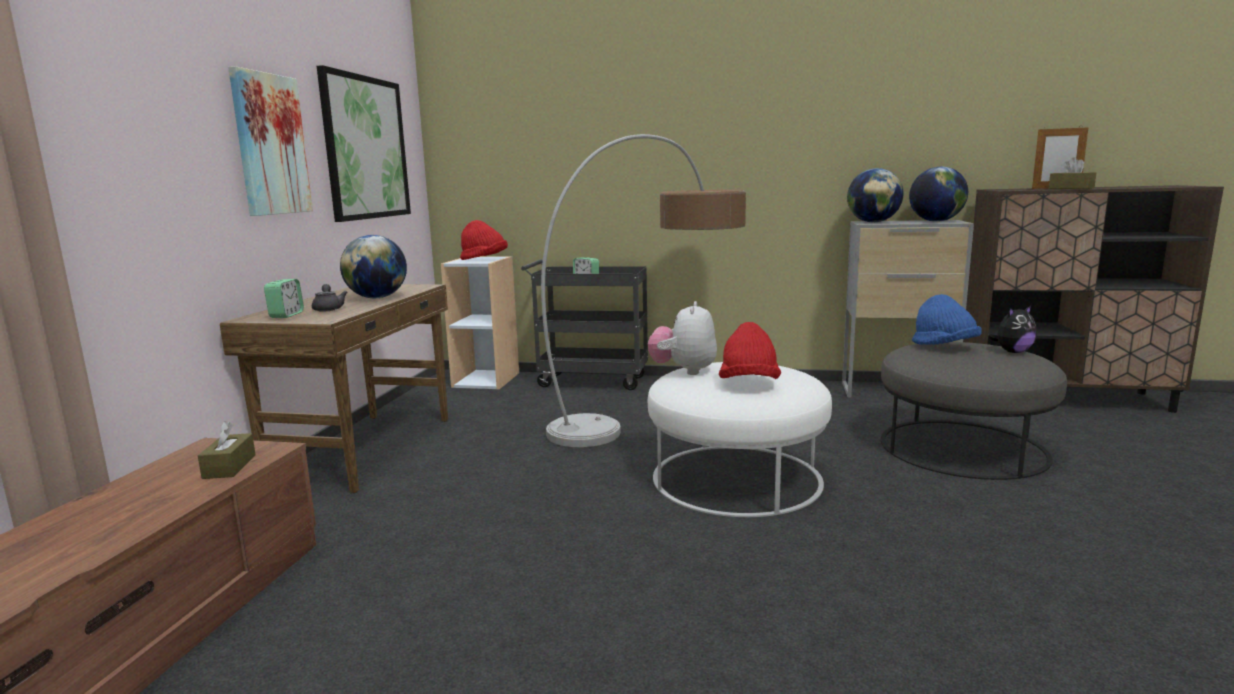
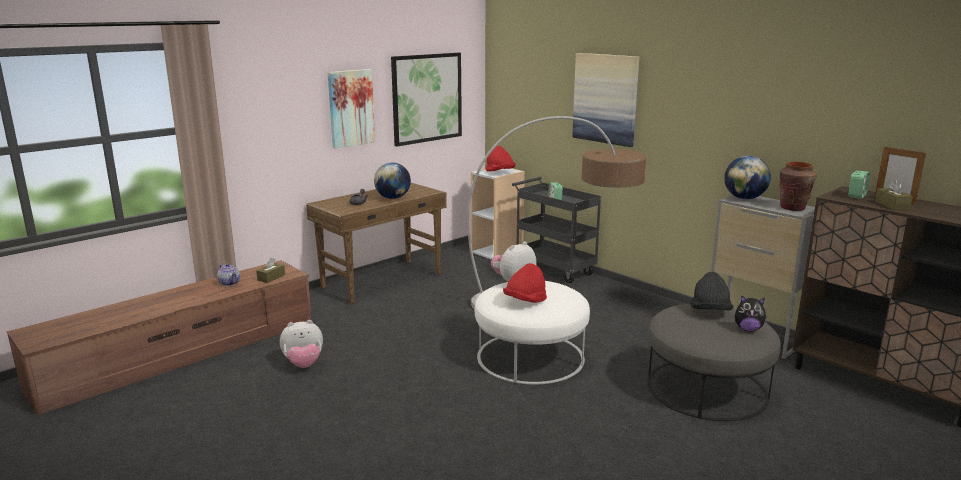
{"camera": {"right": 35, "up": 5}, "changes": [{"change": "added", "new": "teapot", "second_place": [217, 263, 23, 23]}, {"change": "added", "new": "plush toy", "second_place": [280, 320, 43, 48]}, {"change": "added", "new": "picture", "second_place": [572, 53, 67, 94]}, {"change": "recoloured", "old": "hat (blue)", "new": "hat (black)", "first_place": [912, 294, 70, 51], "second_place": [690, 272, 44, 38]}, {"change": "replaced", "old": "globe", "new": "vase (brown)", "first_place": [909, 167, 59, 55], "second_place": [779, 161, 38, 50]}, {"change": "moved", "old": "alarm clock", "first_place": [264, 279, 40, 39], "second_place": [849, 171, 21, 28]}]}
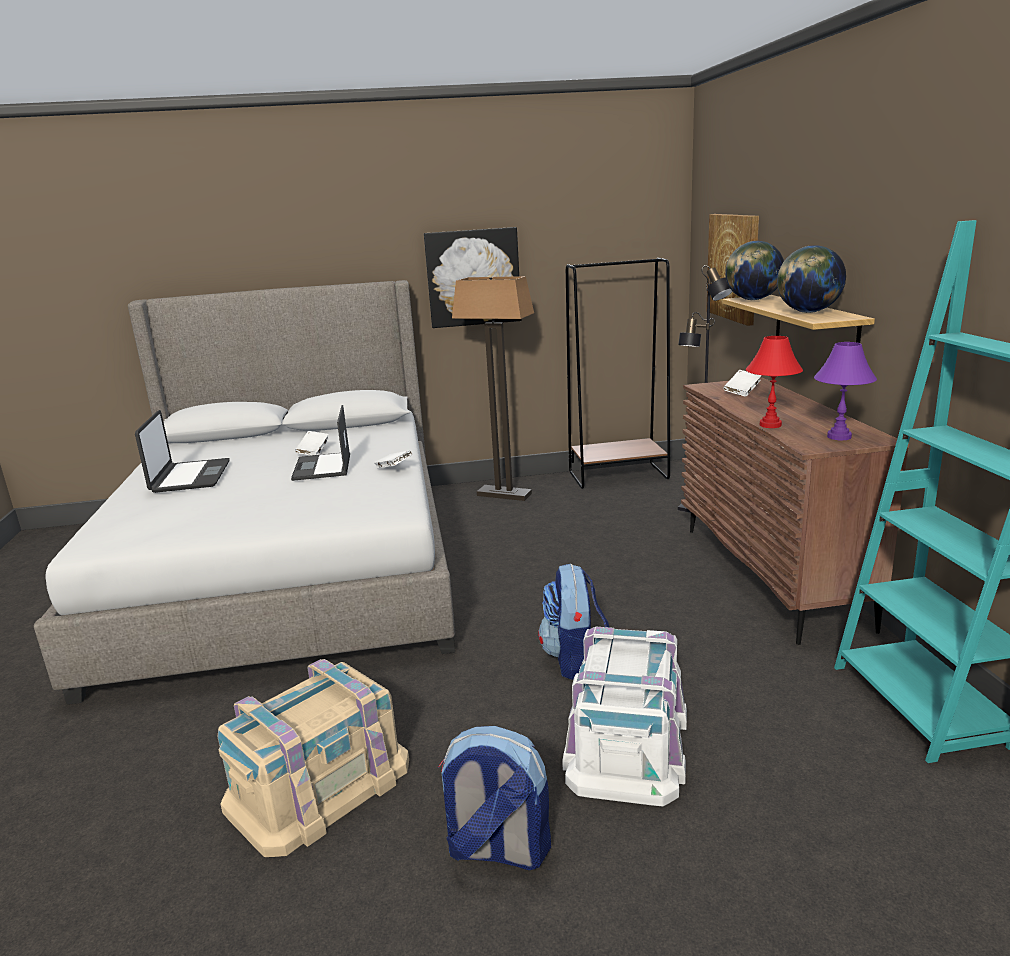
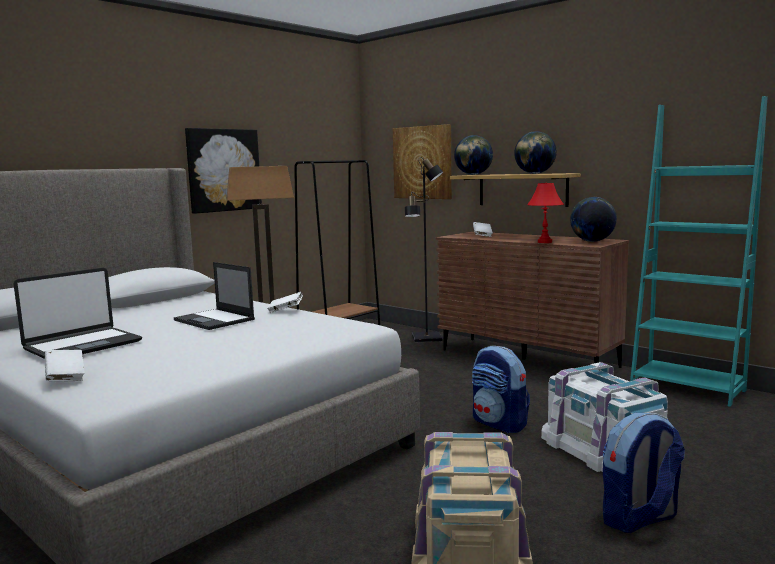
{"camera": {"right": -40, "up": -10}, "changes": [{"change": "turned", "old": "laptop", "first_place": [135, 410, 95, 83], "second_place": [14, 268, 128, 91], "degrees": 90}, {"change": "moved", "old": "book (white)", "first_place": [295, 431, 34, 25], "second_place": [45, 350, 40, 31]}, {"change": "replaced", "old": "table lamp (purple)", "new": "globe", "first_place": [814, 342, 63, 98], "second_place": [570, 197, 47, 45]}]}
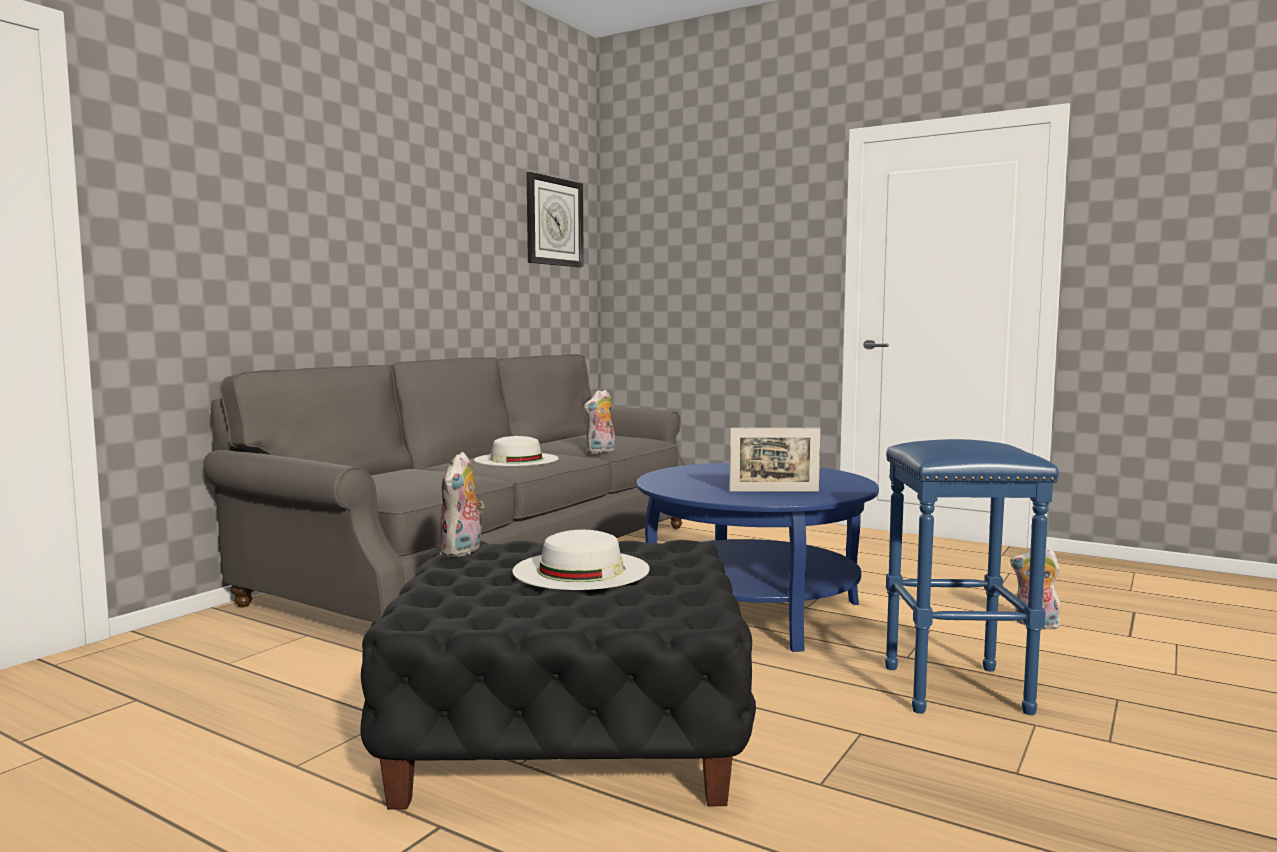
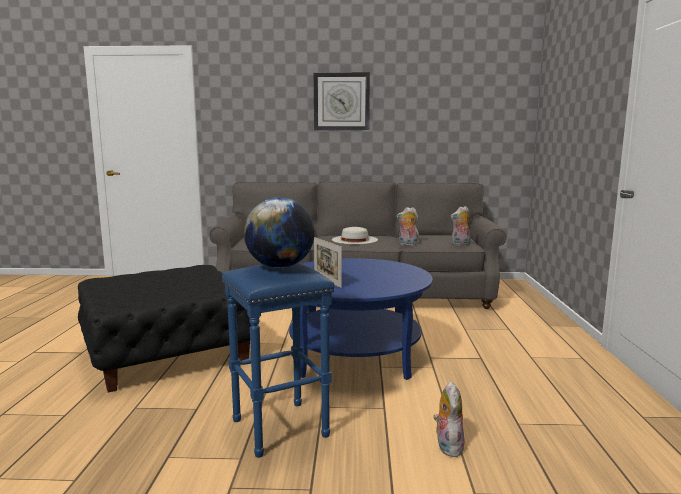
{"camera": {"right": 60, "up": 5}, "changes": [{"change": "added", "new": "globe", "second_place": [244, 197, 71, 71]}, {"change": "moved", "old": "wall clock", "first_place": [527, 172, 57, 95], "second_place": [314, 72, 56, 58]}, {"change": "moved", "old": "plush toy", "first_place": [440, 452, 45, 105], "second_place": [451, 206, 19, 40]}, {"change": "removed", "old": "hat (white)", "first_place": [513, 530, 137, 60]}]}
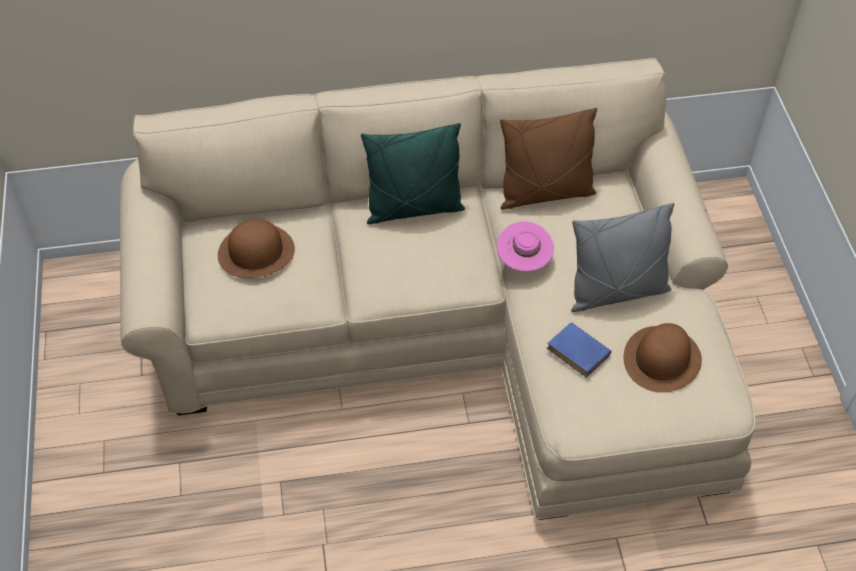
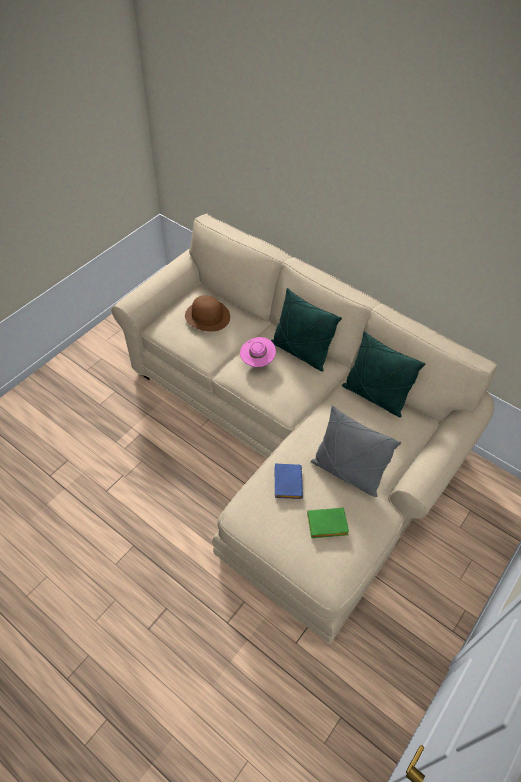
{"camera": {"right": 45, "up": 0}, "changes": [{"change": "moved", "old": "hat (pink)", "first_place": [497, 222, 57, 49], "second_place": [240, 337, 36, 30]}, {"change": "replaced", "old": "hat (brown)", "new": "book (green)", "first_place": [623, 323, 79, 70], "second_place": [307, 508, 42, 30]}, {"change": "recoloured", "old": "pillow (brown)", "new": "pillow (green)", "first_place": [500, 108, 97, 101], "second_place": [342, 331, 84, 87]}]}
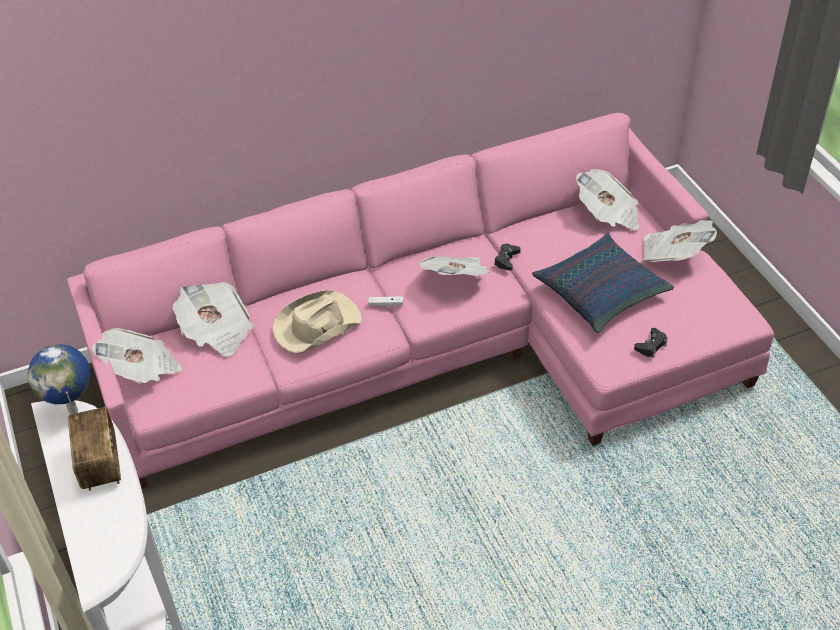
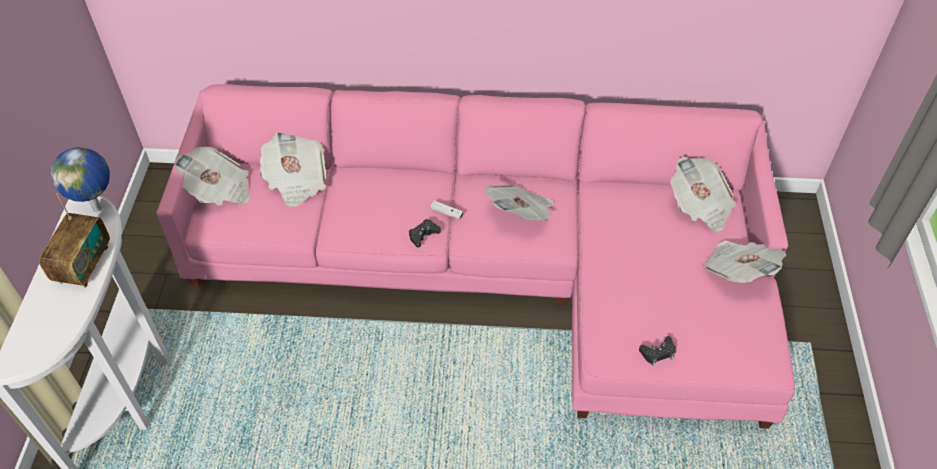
{"camera": {"right": 25, "up": 5}, "changes": [{"change": "moved", "old": "game controller (black)", "first_place": [494, 244, 27, 27], "second_place": [409, 219, 32, 28]}, {"change": "removed", "old": "hat (beige)", "first_place": [273, 290, 89, 63]}, {"change": "removed", "old": "pillow (blue)", "first_place": [532, 234, 142, 99]}]}
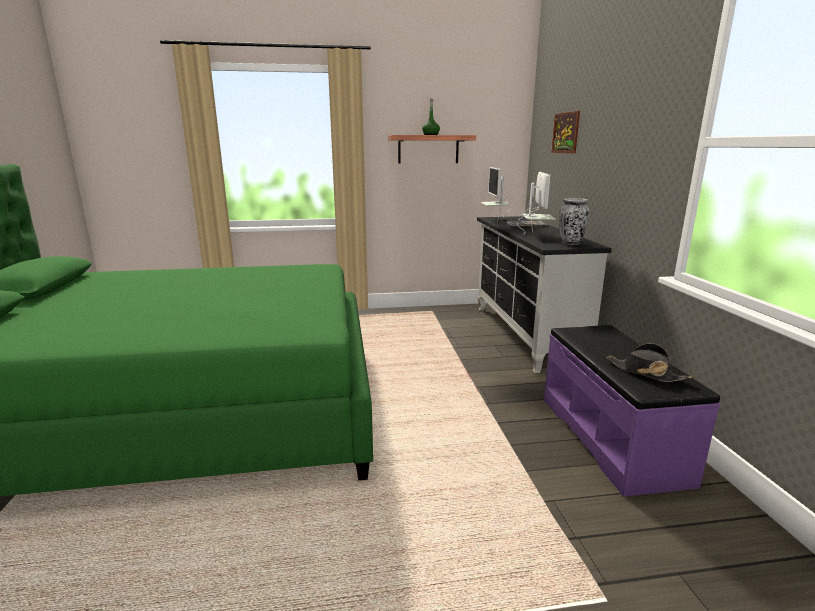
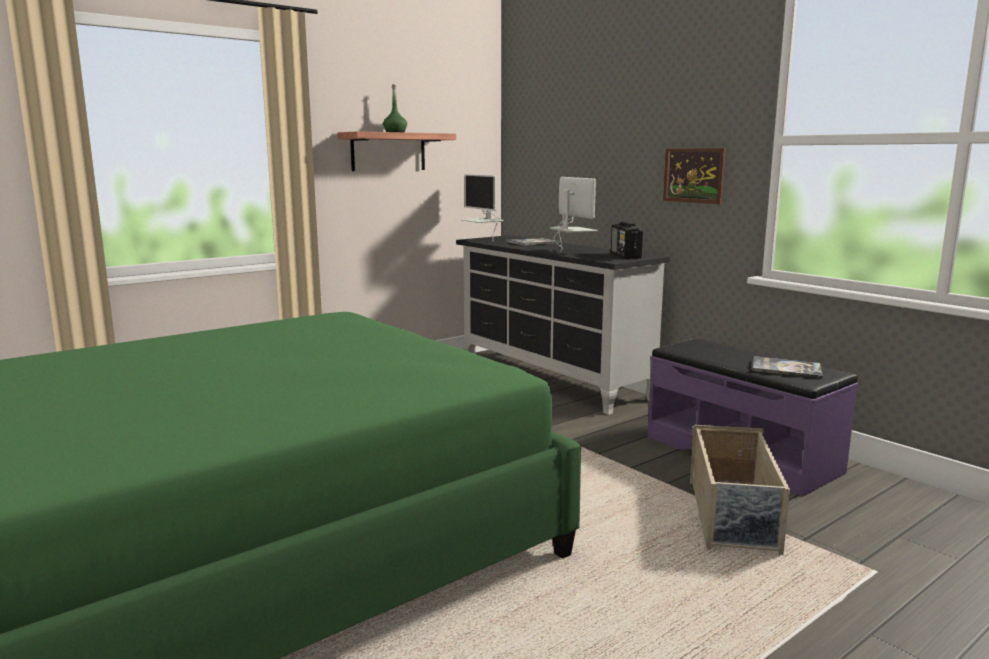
{"camera": {"right": -30, "up": -5}, "changes": [{"change": "replaced", "old": "vase", "new": "radio", "first_place": [559, 198, 31, 47], "second_place": [611, 221, 32, 38]}, {"change": "moved", "old": "picture", "first_place": [551, 111, 29, 42], "second_place": [663, 148, 63, 56]}, {"change": "added", "new": "storage box (beige)", "second_place": [690, 425, 100, 130]}, {"change": "replaced", "old": "hat (black)", "new": "book", "first_place": [607, 343, 85, 39], "second_place": [753, 356, 70, 23]}]}
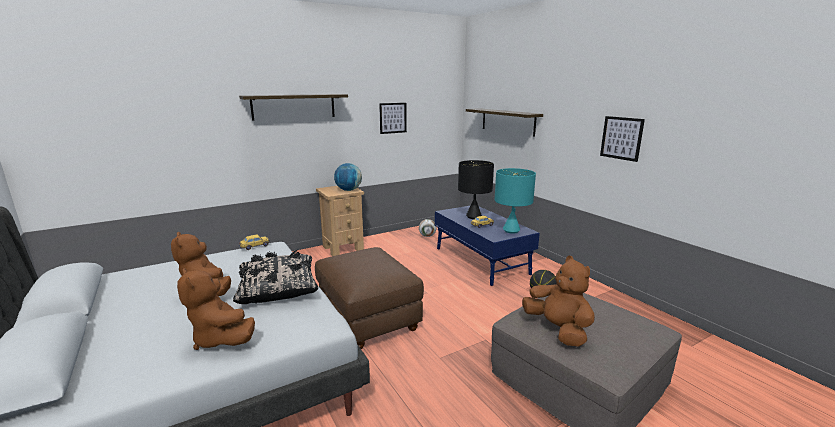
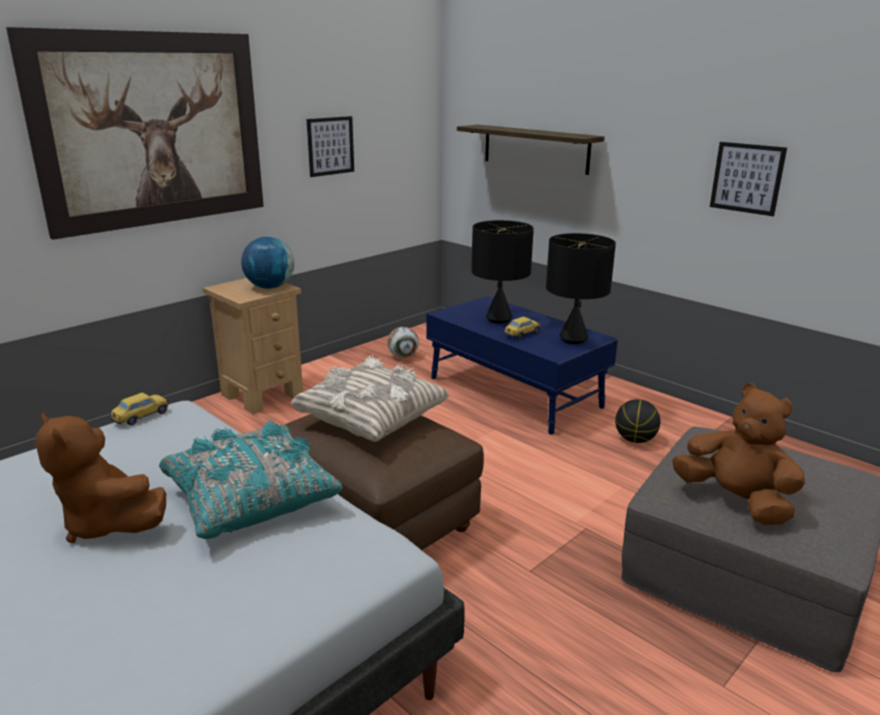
{"camera": {"right": -15, "up": 5}, "changes": [{"change": "replaced", "old": "shelf", "new": "picture", "first_place": [239, 94, 109, 27], "second_place": [6, 27, 258, 213]}, {"change": "recoloured", "old": "pillow (black)", "new": "pillow (turquoise)", "first_place": [233, 250, 85, 54], "second_place": [159, 419, 183, 120]}, {"change": "added", "new": "pillow (beige)", "second_place": [291, 355, 158, 87]}, {"change": "recoloured", "old": "table lamp (turquoise)", "new": "table lamp (black)", "first_place": [495, 168, 41, 66], "second_place": [546, 233, 70, 111]}, {"change": "removed", "old": "plush toy (brown)", "first_place": [177, 268, 78, 82]}]}
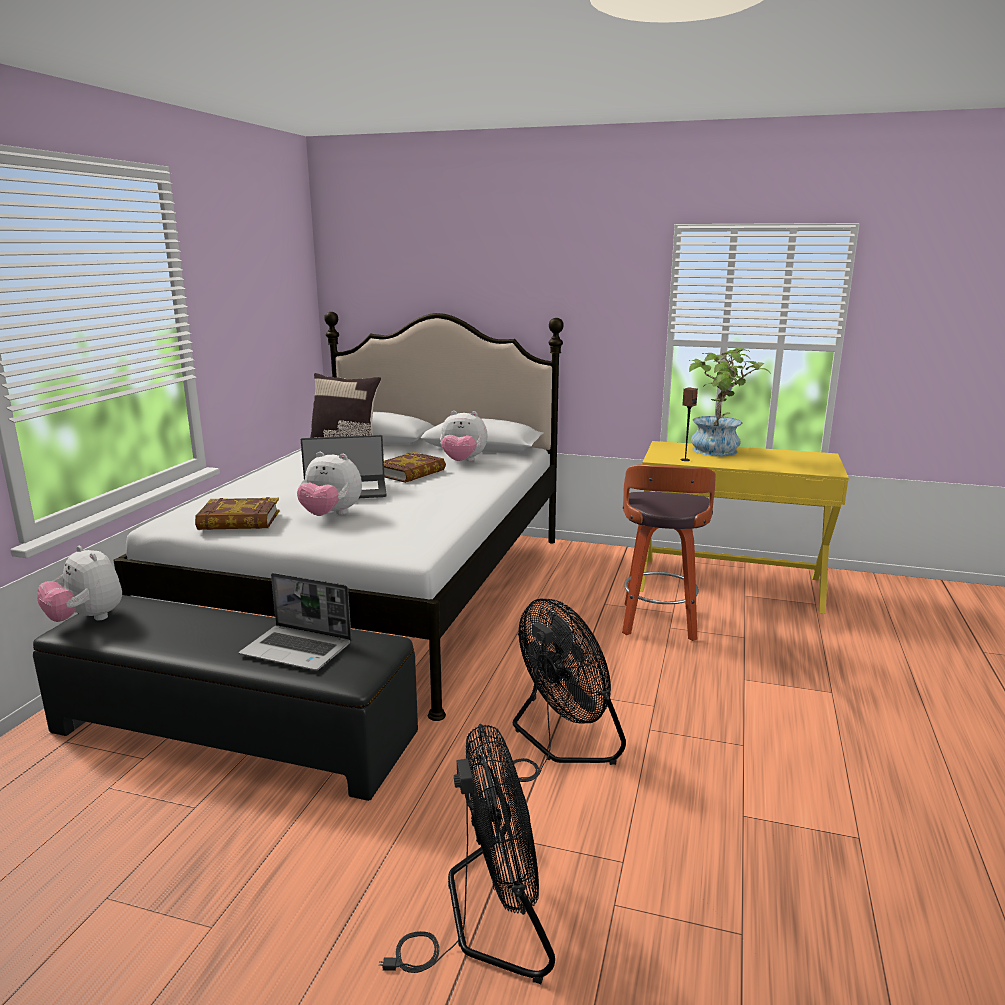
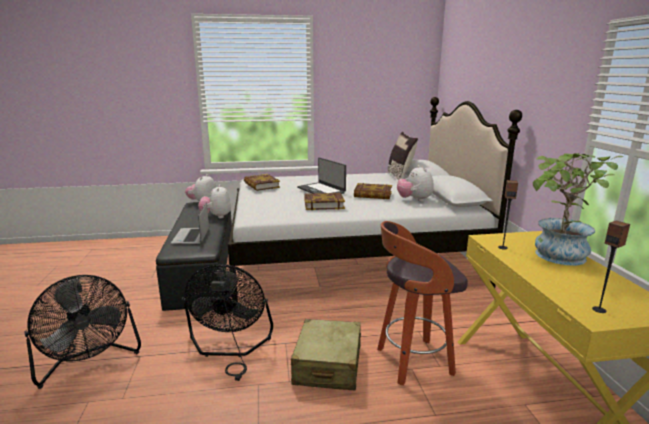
{"camera": {"right": 65, "up": 0}, "changes": [{"change": "turned", "old": "fan (black)", "first_place": [502, 599, 124, 183], "second_place": [182, 264, 91, 117], "degrees": -120}, {"change": "moved", "old": "plush toy", "first_place": [297, 452, 65, 64], "second_place": [198, 184, 33, 34]}, {"change": "added", "new": "suitcase (beige)", "second_place": [291, 319, 70, 71]}, {"change": "added", "new": "book", "second_place": [304, 193, 41, 17]}, {"change": "added", "new": "speaker", "second_place": [592, 221, 38, 92]}]}
